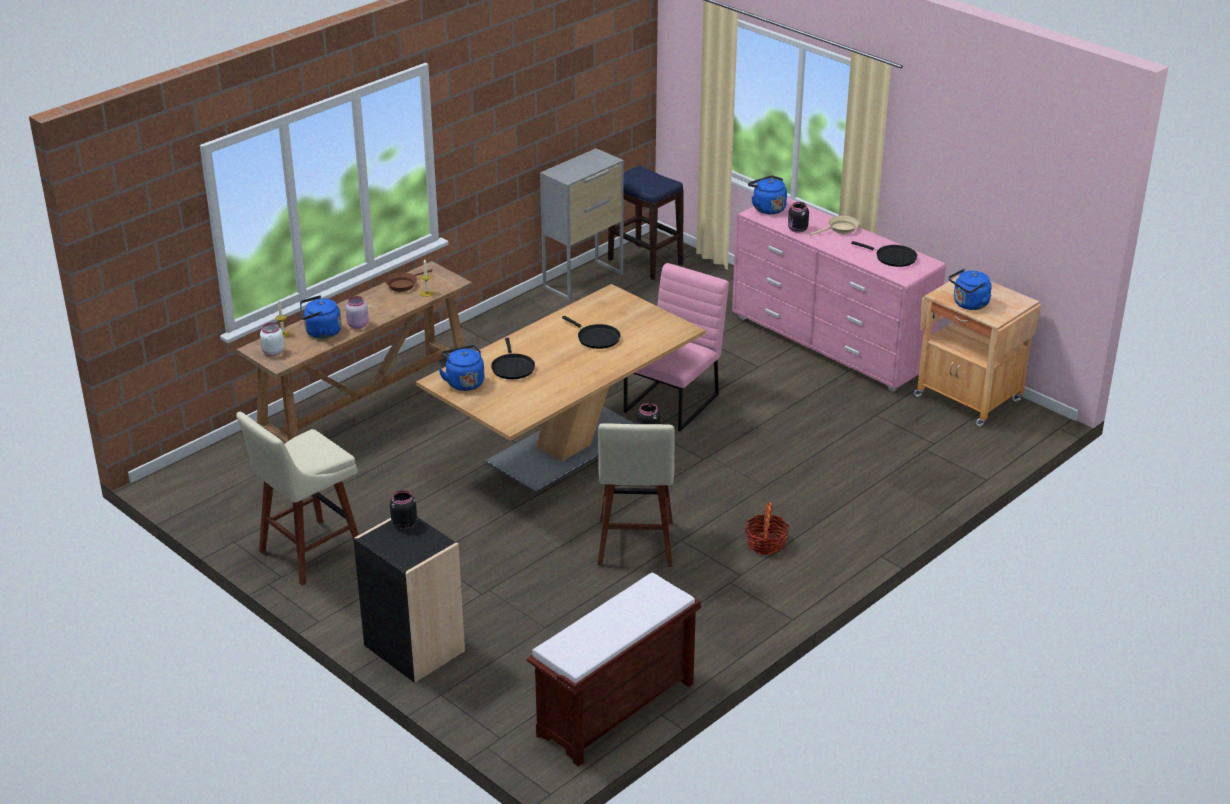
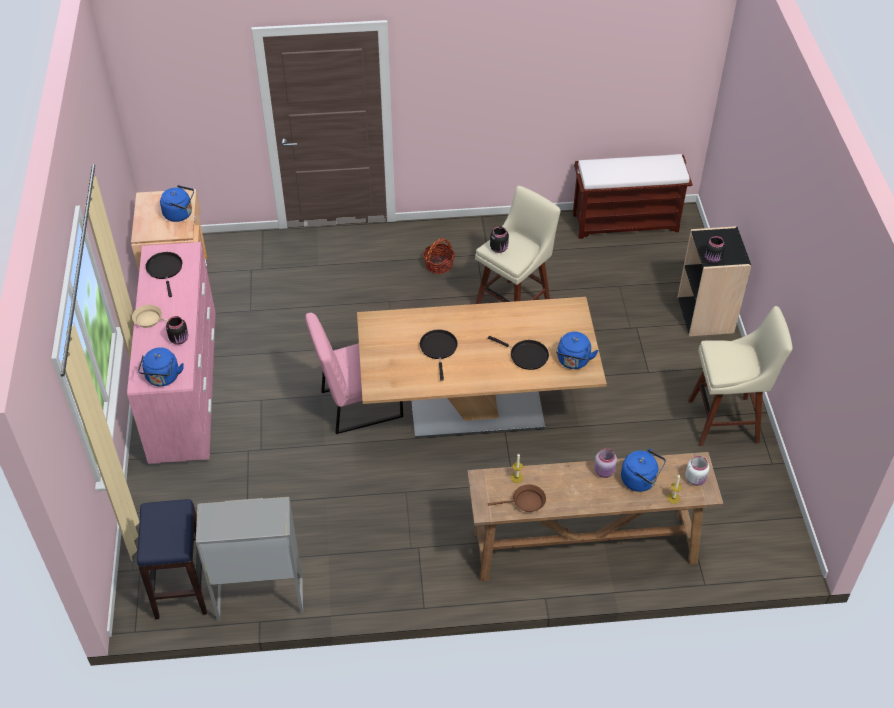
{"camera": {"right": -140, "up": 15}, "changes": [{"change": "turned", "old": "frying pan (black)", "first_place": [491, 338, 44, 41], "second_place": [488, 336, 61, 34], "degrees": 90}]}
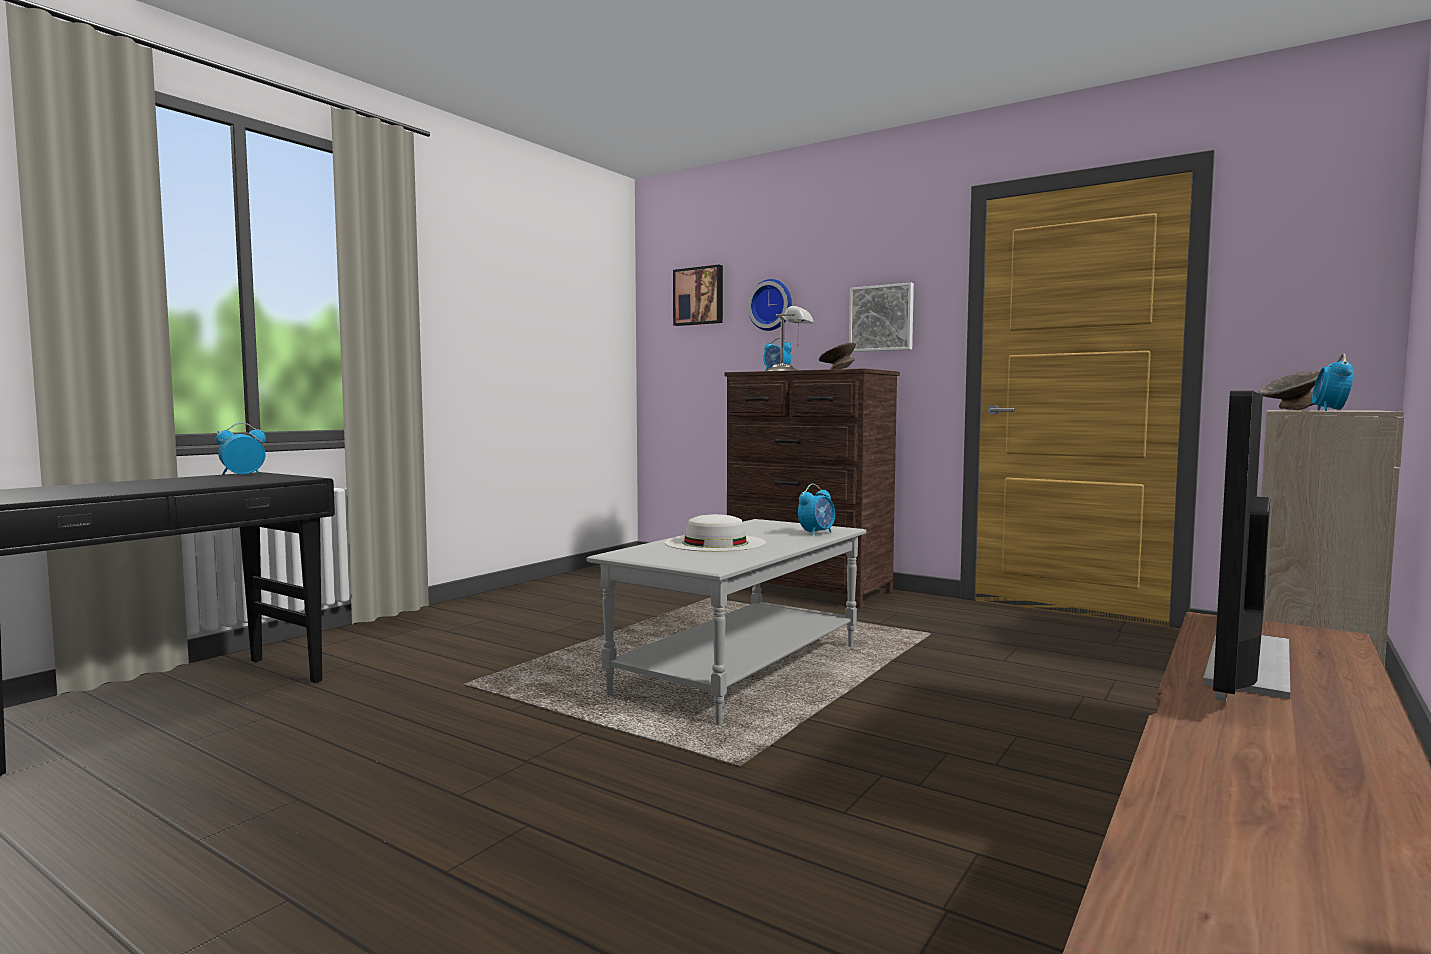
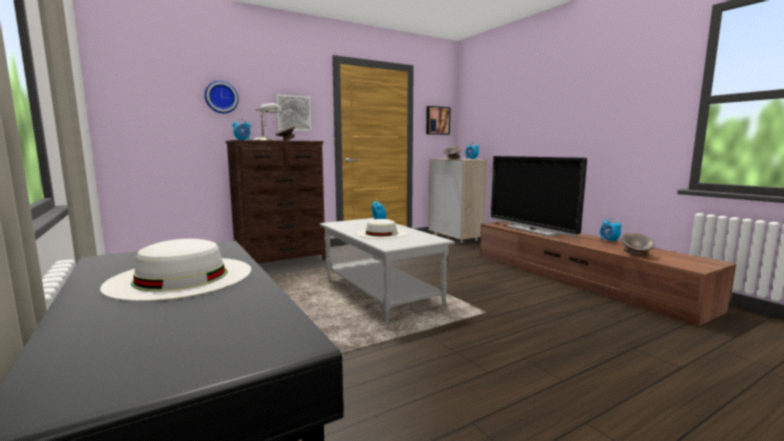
{"camera": {"right": -65, "up": 5}, "changes": [{"change": "added", "new": "hat (white)", "second_place": [100, 239, 151, 62]}, {"change": "moved", "old": "picture", "first_place": [673, 265, 50, 61], "second_place": [426, 106, 25, 29]}, {"change": "moved", "old": "alarm clock", "first_place": [216, 422, 50, 53], "second_place": [600, 218, 22, 25]}, {"change": "added", "new": "bowl (grey)", "second_place": [621, 233, 33, 23]}]}
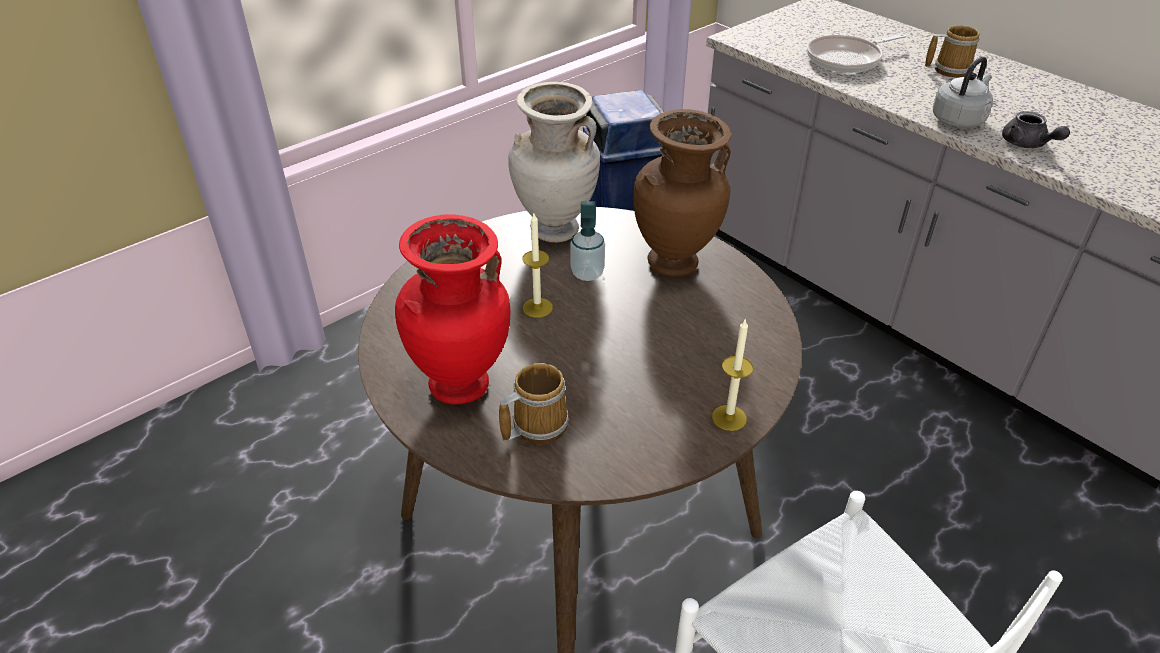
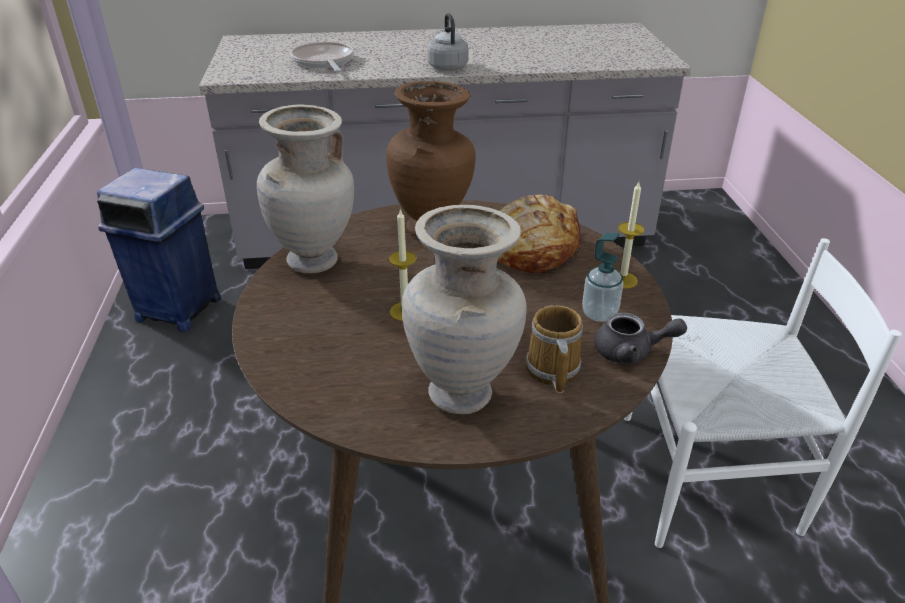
{"camera": {"right": -55, "up": -5}, "changes": [{"change": "turned", "old": "frying pan", "first_place": [807, 34, 99, 39], "second_place": [291, 42, 63, 30], "degrees": 150}, {"change": "recoloured", "old": "vase (red)", "new": "vase (beige)", "first_place": [395, 214, 116, 190], "second_place": [402, 205, 125, 209]}, {"change": "added", "new": "bread", "second_place": [497, 195, 84, 78]}, {"change": "moved", "old": "soap dispenser", "first_place": [570, 201, 35, 80], "second_place": [582, 233, 42, 89]}, {"change": "moved", "old": "teapot (grey)", "first_place": [1002, 111, 68, 37], "second_place": [594, 313, 93, 51]}, {"change": "removed", "old": "mug", "first_place": [925, 25, 55, 53]}]}
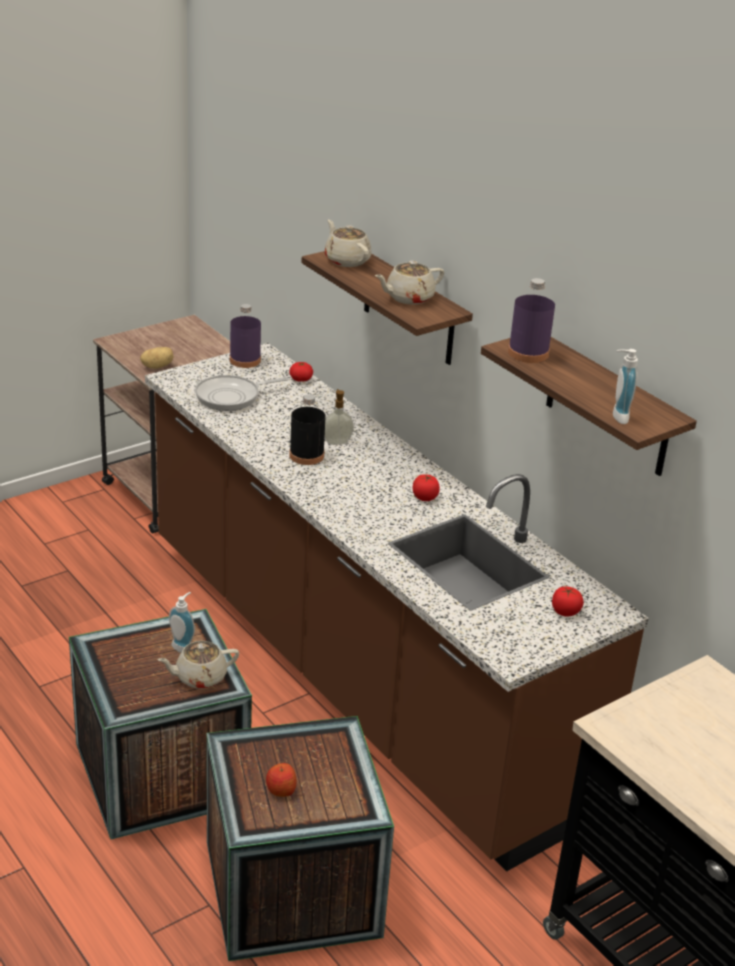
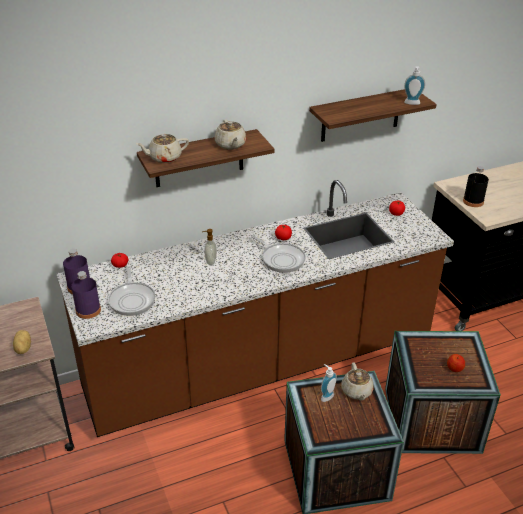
{"camera": {"right": -75, "up": 5}, "changes": [{"change": "moved", "old": "bottle (purple)", "first_place": [508, 278, 47, 85], "second_place": [71, 271, 30, 48]}, {"change": "added", "new": "frying pan", "second_place": [252, 235, 54, 38]}, {"change": "moved", "old": "bottle (black)", "first_place": [289, 394, 37, 71], "second_place": [463, 166, 26, 41]}]}
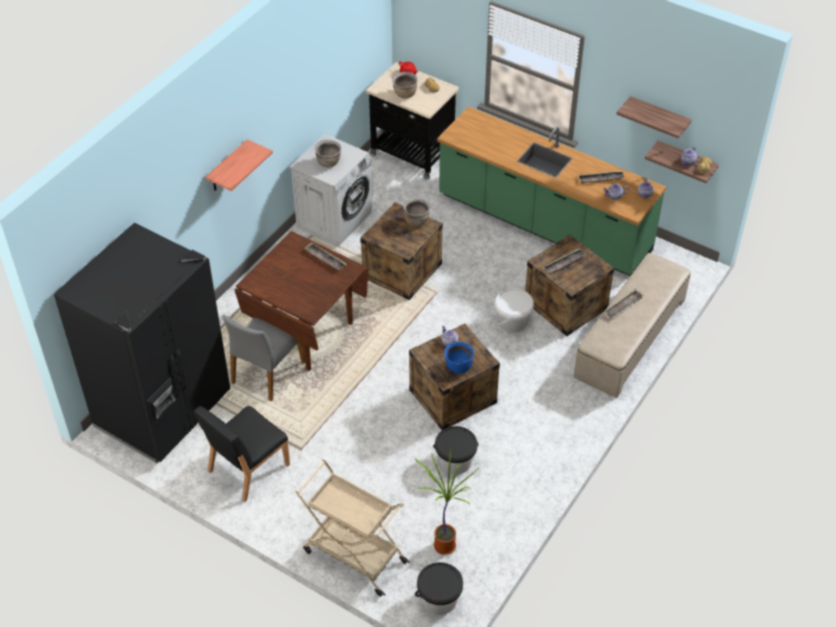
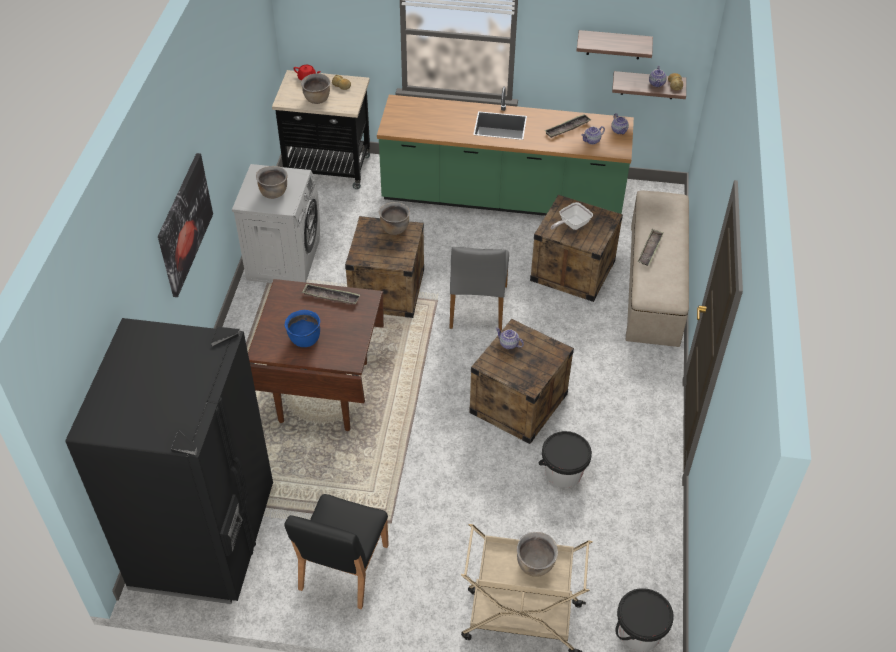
{"camera": {"right": -25, "up": 0}, "changes": [{"change": "replaced", "old": "shelf", "new": "picture", "first_place": [205, 139, 68, 52], "second_place": [158, 153, 55, 144]}, {"change": "moved", "old": "cooking pot (blue)", "first_place": [444, 342, 30, 32], "second_place": [285, 310, 35, 37]}, {"change": "moved", "old": "chair (grey)", "first_place": [222, 315, 83, 86], "second_place": [449, 247, 60, 84]}, {"change": "added", "new": "cooking pot (brown)", "second_place": [517, 532, 41, 45]}, {"change": "replaced", "old": "tray", "new": "frying pan", "first_place": [543, 248, 43, 26], "second_place": [551, 202, 42, 28]}, {"change": "removed", "old": "potted plant", "first_place": [415, 448, 63, 107]}, {"change": "removed", "old": "bucket (white)", "first_place": [495, 288, 39, 44]}]}
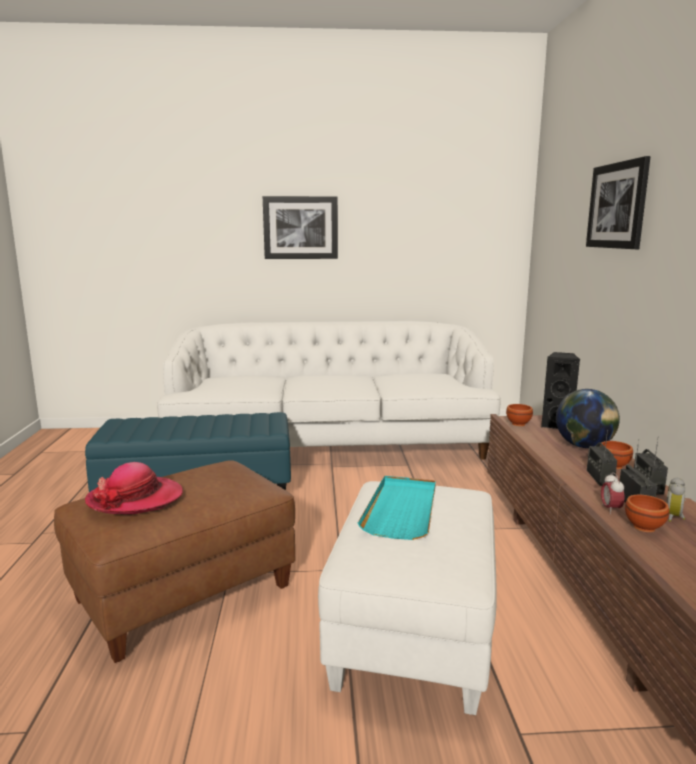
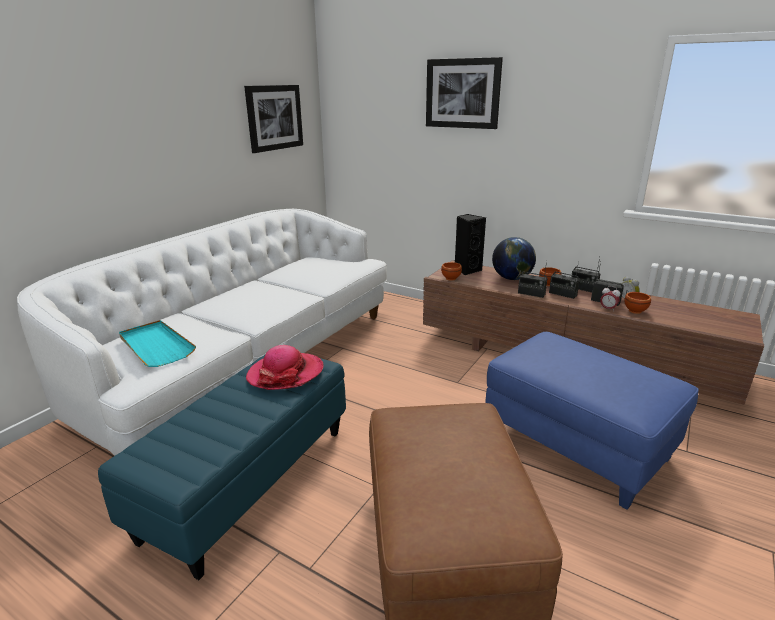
{"camera": {"right": -55, "up": 10}, "changes": [{"change": "moved", "old": "tray (turquoise)", "first_place": [358, 476, 78, 64], "second_place": [119, 320, 77, 47]}, {"change": "moved", "old": "picture", "first_place": [263, 196, 75, 63], "second_place": [244, 85, 59, 68]}, {"change": "moved", "old": "hat", "first_place": [85, 462, 98, 52], "second_place": [246, 345, 78, 45]}, {"change": "recoloured", "old": "ottoman (white)", "new": "ottoman (blue)", "first_place": [318, 481, 179, 234], "second_place": [485, 332, 214, 178]}, {"change": "added", "new": "radio", "second_place": [518, 260, 30, 38]}]}
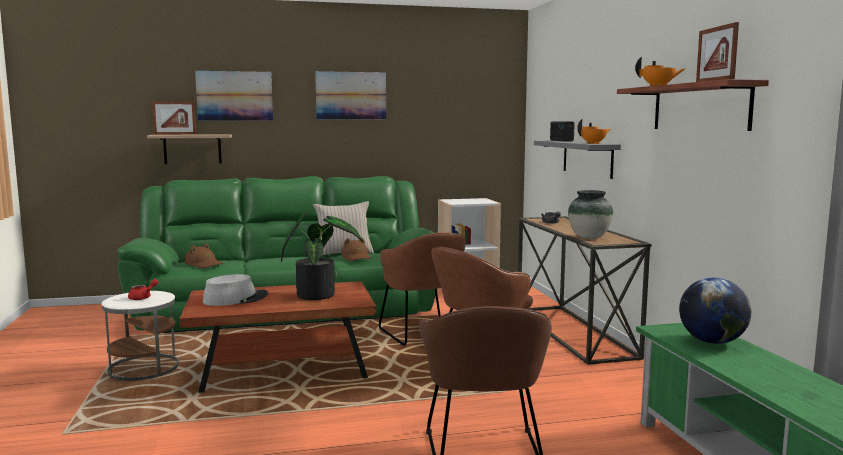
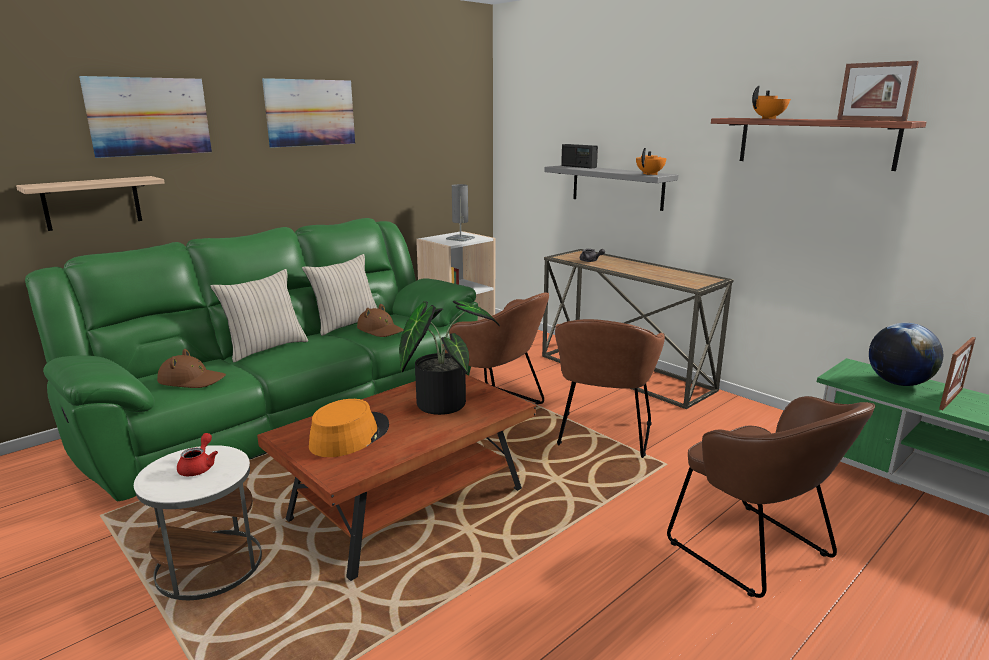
{"camera": {"right": -30, "up": 10}, "changes": [{"change": "added", "new": "pillow (beige)", "second_place": [210, 269, 98, 93]}, {"change": "recoloured", "old": "hat (grey)", "new": "hat (orange)", "first_place": [203, 274, 65, 32], "second_place": [309, 399, 80, 58]}, {"change": "added", "new": "table lamp (grey)", "second_place": [446, 184, 29, 58]}, {"change": "moved", "old": "picture frame", "first_place": [152, 102, 44, 33], "second_place": [939, 337, 37, 73]}, {"change": "removed", "old": "vase", "first_place": [568, 190, 45, 49]}]}
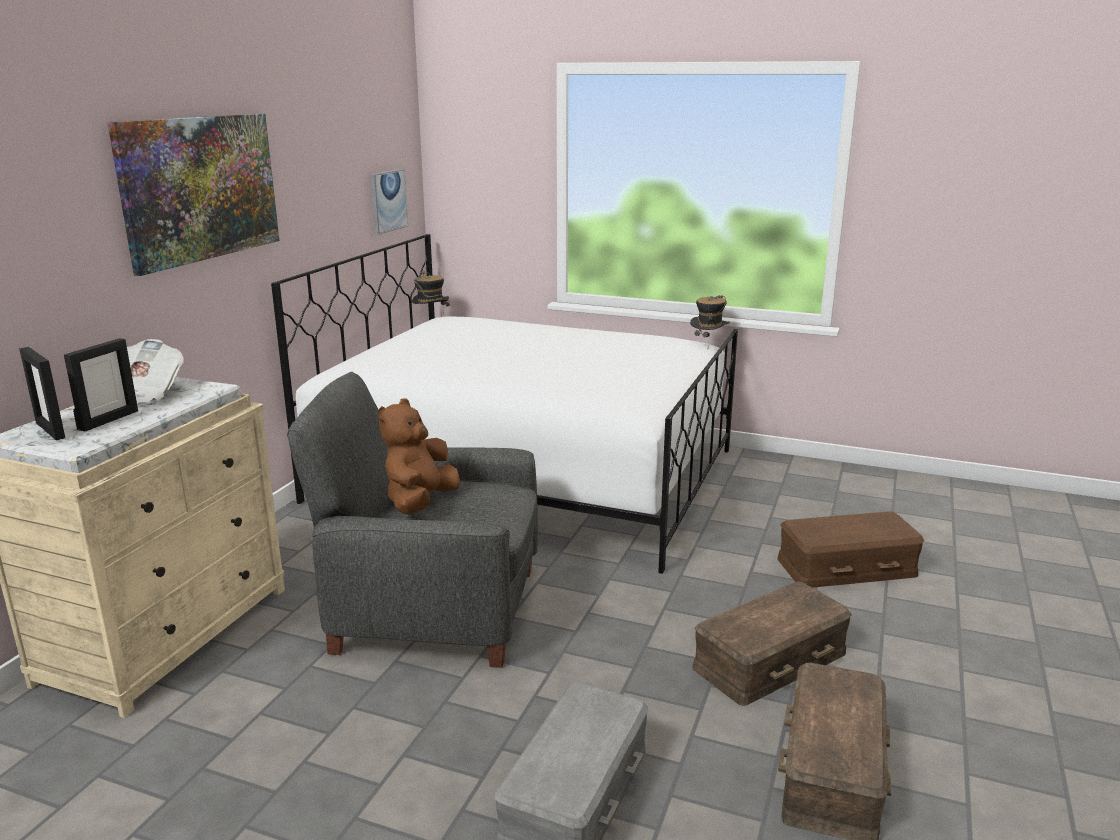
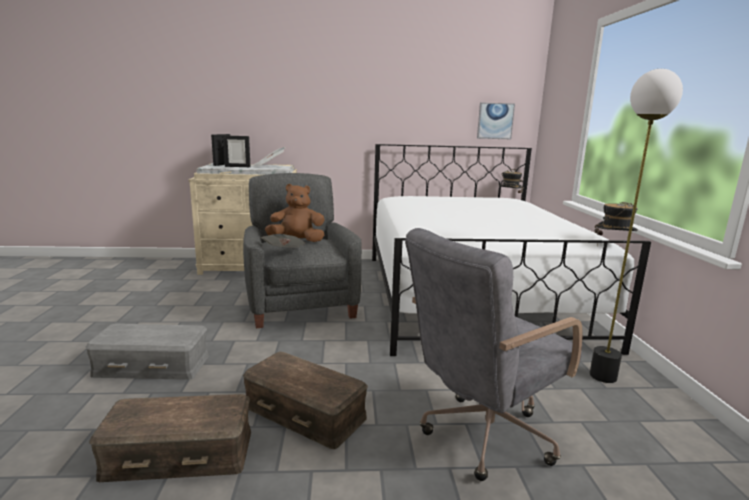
{"camera": {"right": 65, "up": -5}, "changes": [{"change": "added", "new": "newspaper", "second_place": [261, 234, 44, 14]}, {"change": "replaced", "old": "storage box (brown)", "new": "office chair (grey)", "first_place": [777, 512, 147, 76], "second_place": [405, 228, 177, 253]}, {"change": "added", "new": "floor lamp", "second_place": [590, 69, 93, 314]}, {"change": "removed", "old": "picture", "first_place": [107, 114, 173, 162]}]}
